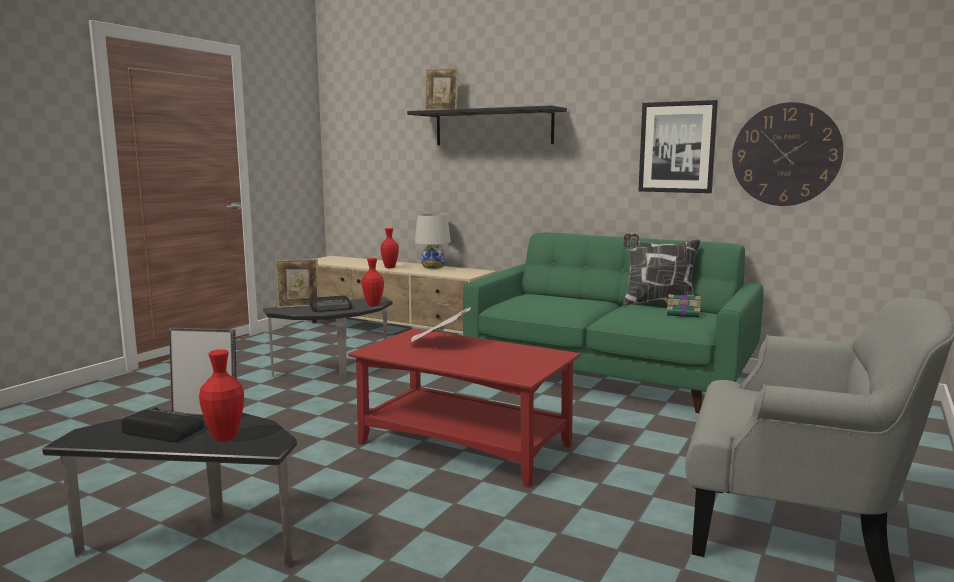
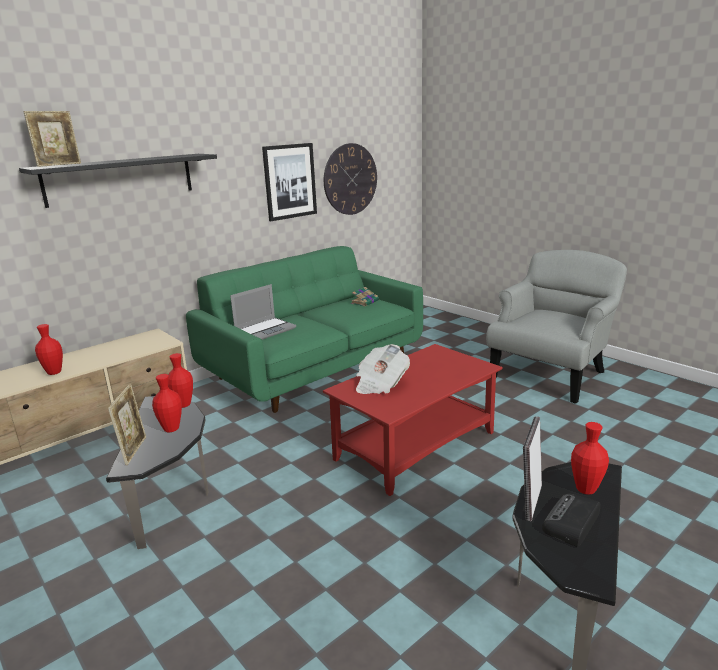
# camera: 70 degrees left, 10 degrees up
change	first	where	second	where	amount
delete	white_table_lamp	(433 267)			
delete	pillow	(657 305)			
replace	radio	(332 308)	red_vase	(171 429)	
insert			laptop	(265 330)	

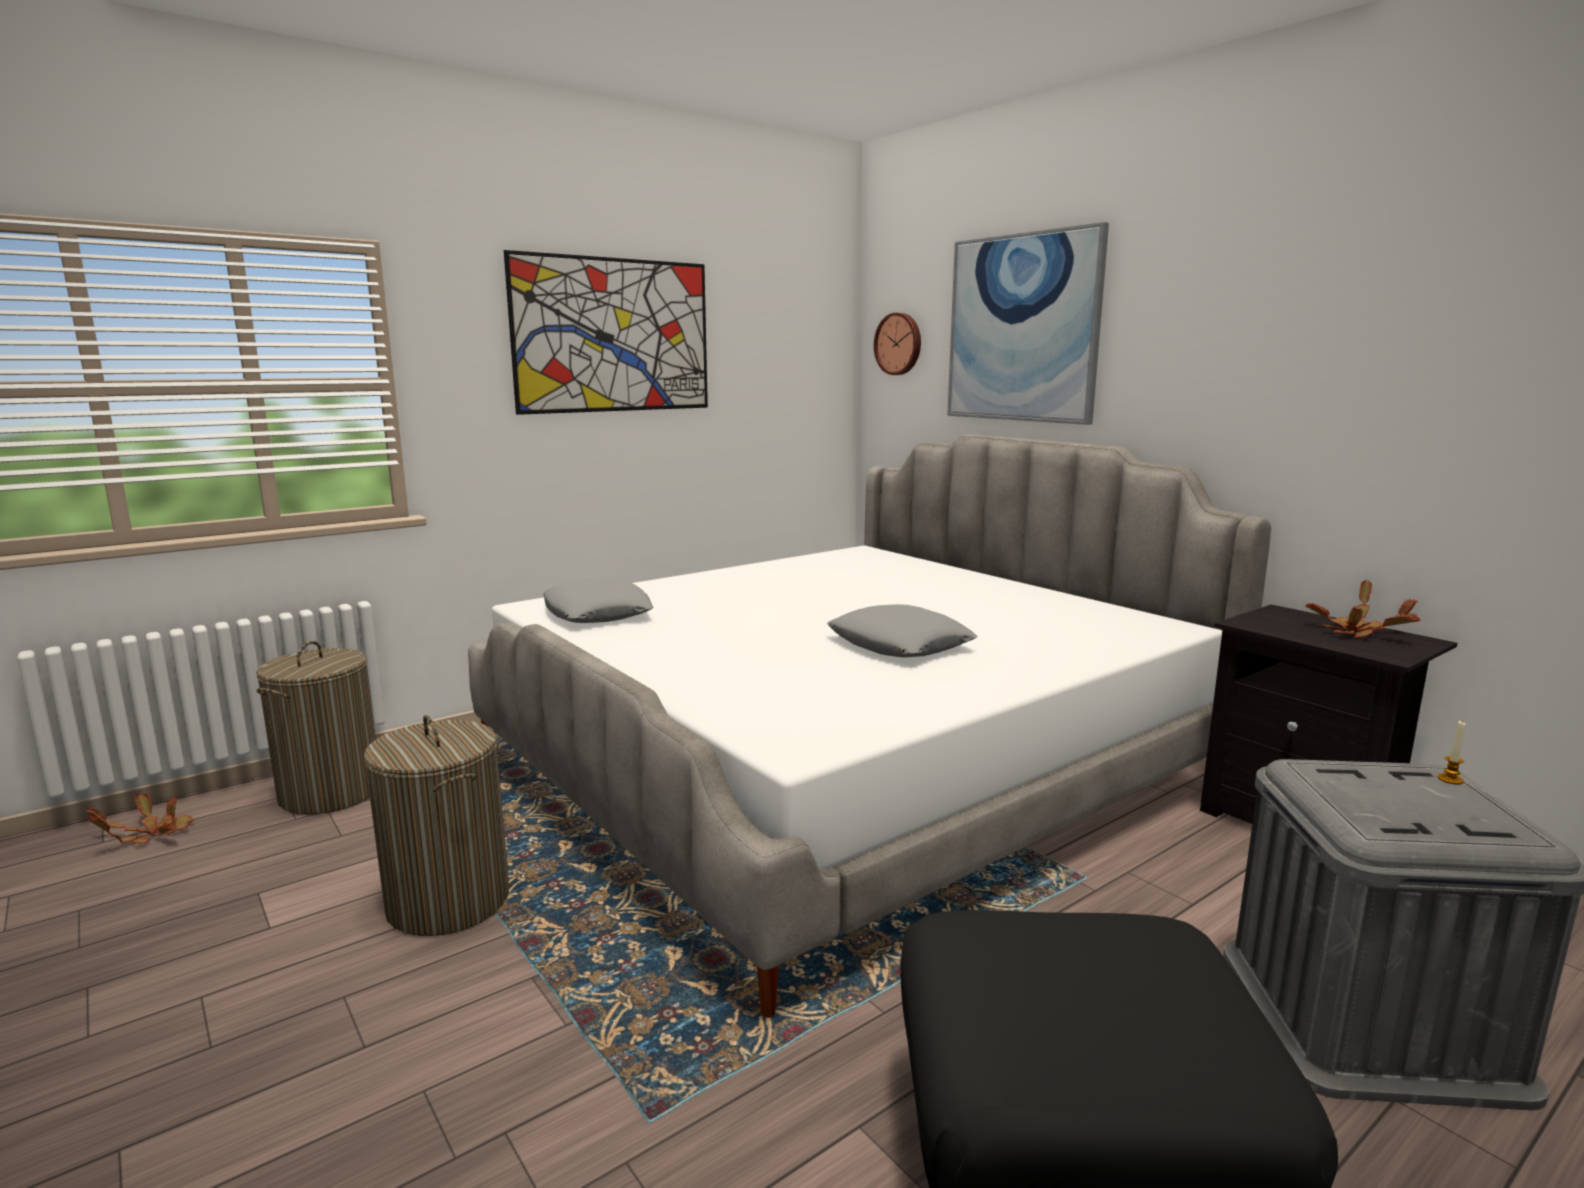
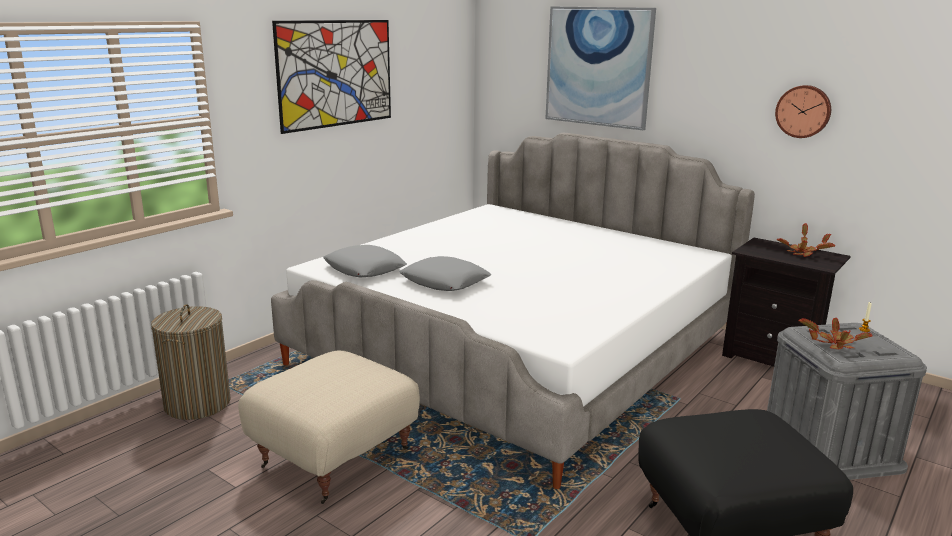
# camera: 15 degrees left, 5 degrees up
change	first	where	second	where	amount
move	wall_clock	(899 344)		(803 111)	
move	grey_pillow	(900 644)		(445 281)	
replace	laundry_basket	(449 902)	beige_ottoman	(336 458)	
move	potted_plant	(150 835)		(833 344)	

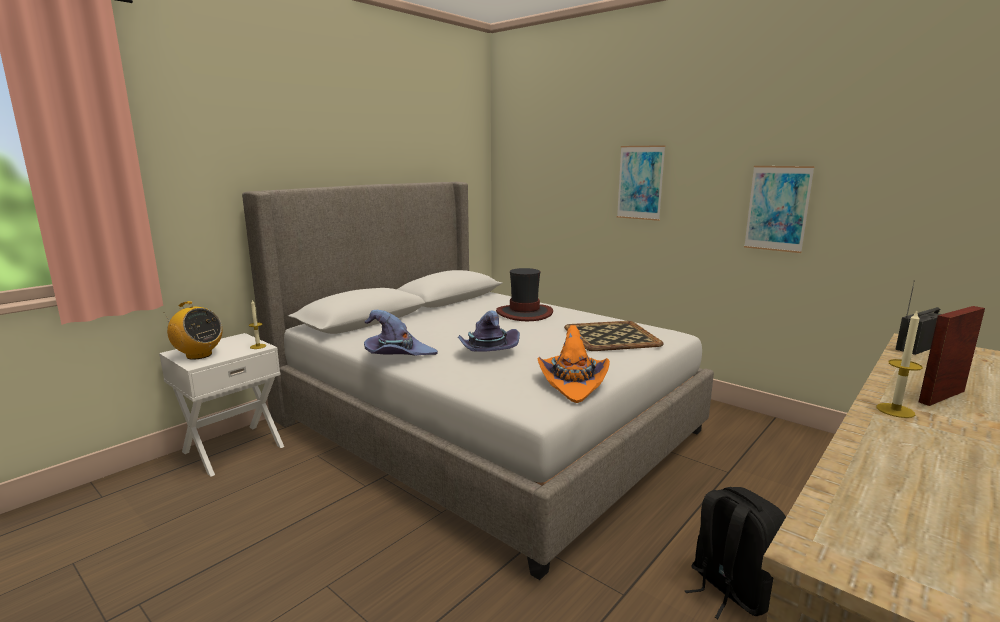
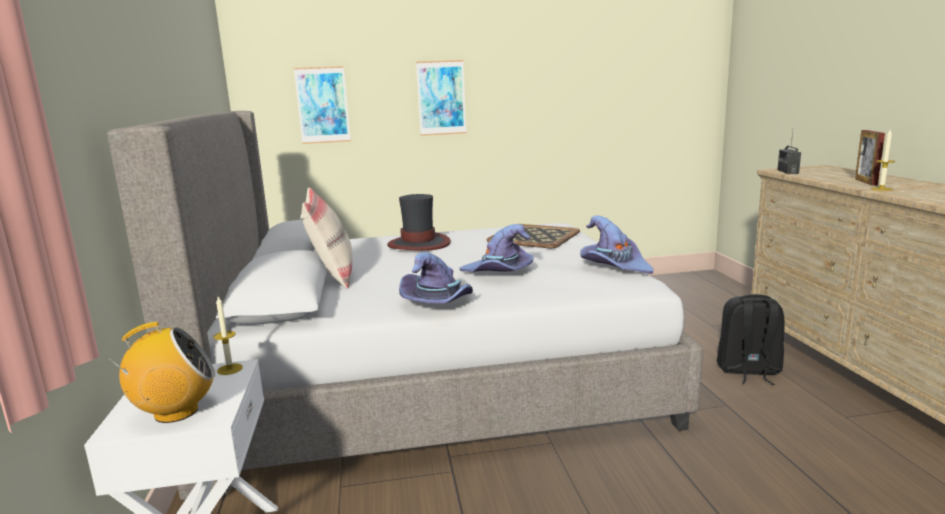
# camera: 50 degrees left, 0 degrees up
change	first	where	second	where	amount
move	picture	(777 208)		(322 105)	
recolor	orange_hat	(573 383)	purple_hat	(614 266)	
insert			beige_pillow	(332 276)	

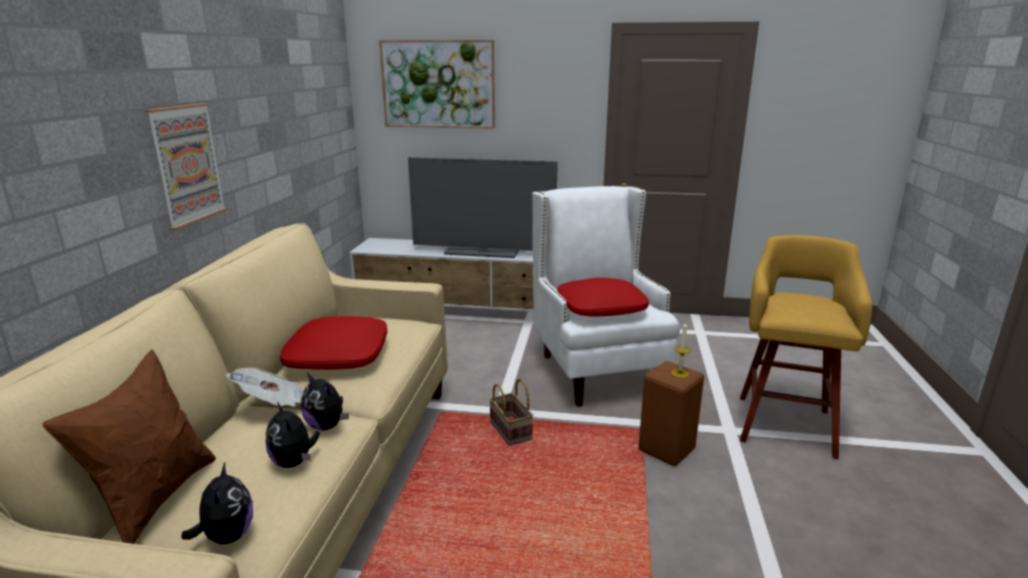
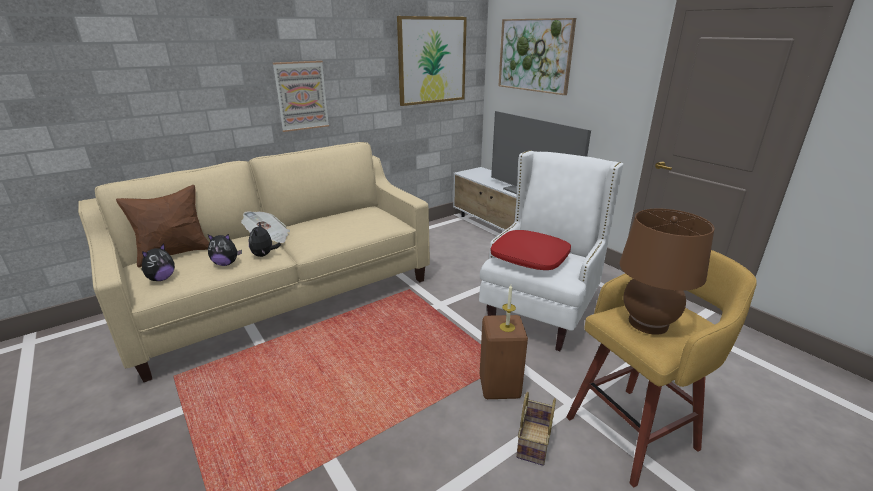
# camera: 45 degrees right, 5 degrees up
change	first	where	second	where	amount
delete	red_pillow	(337 355)			
move	basket	(512 431)		(534 443)	
rotate	plush_toy	(294 462)		(226 263)	105 degrees counterclockwise
insert			picture	(432 60)	
insert			brown_table_lamp	(648 323)	

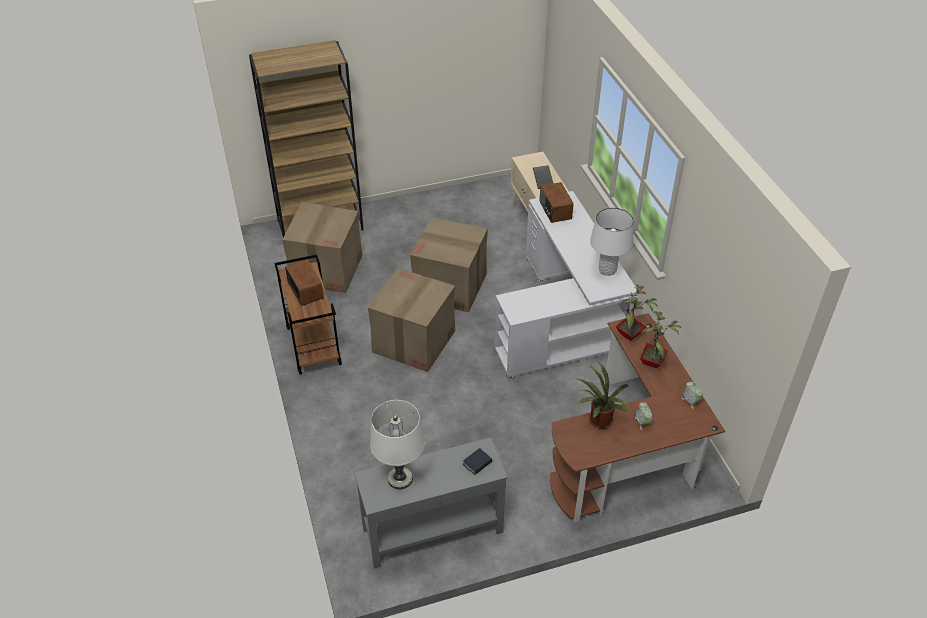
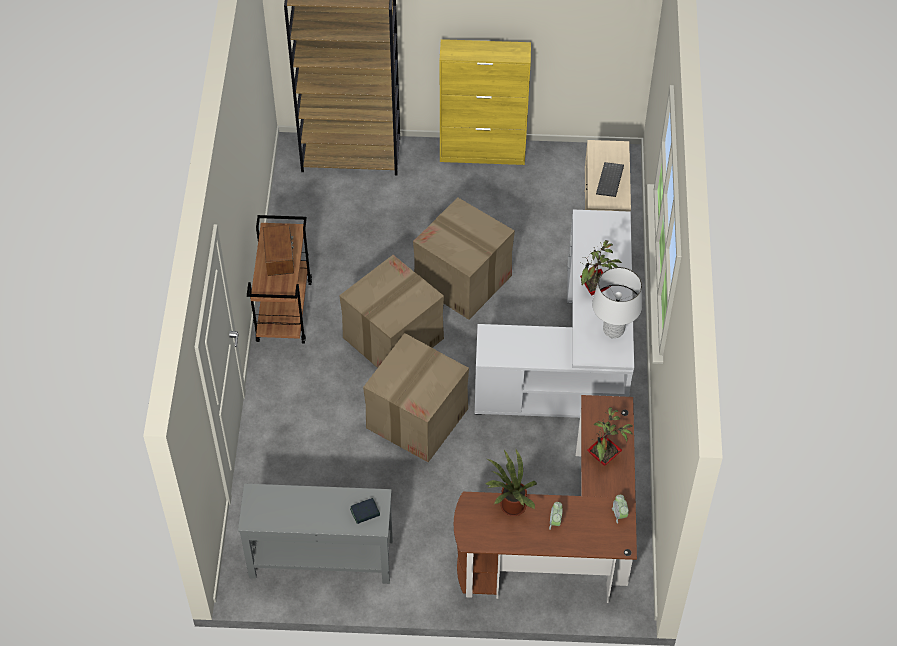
# camera: 20 degrees right, 10 degrees up
change	first	where	second	where	amount
delete	radio	(554 210)			
move	cardboard_box	(327 269)		(417 417)	
move	potted_plant	(630 335)		(595 289)	
delete	white_table_lamp	(400 479)			
insert			yellow_cabinet	(483 153)	

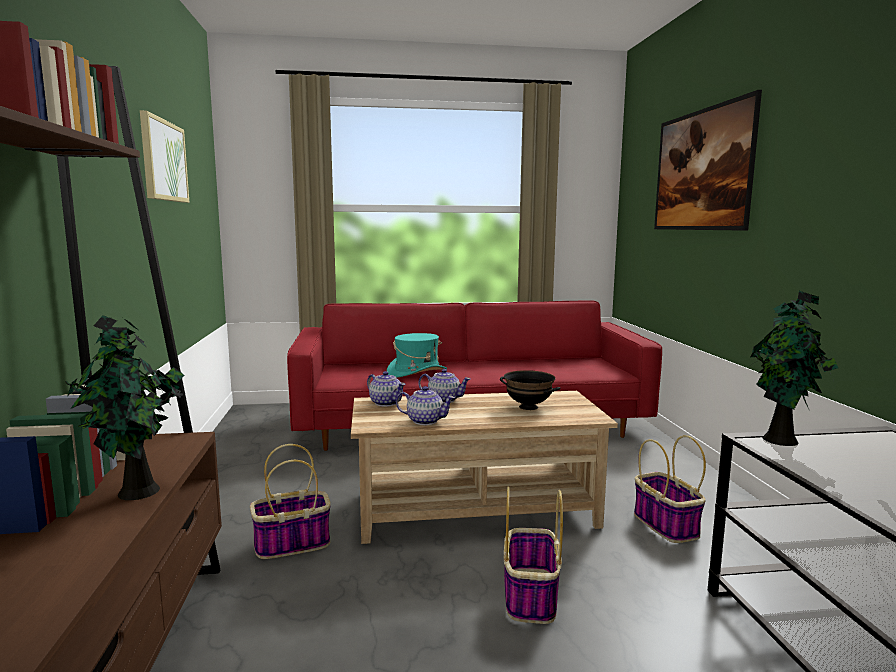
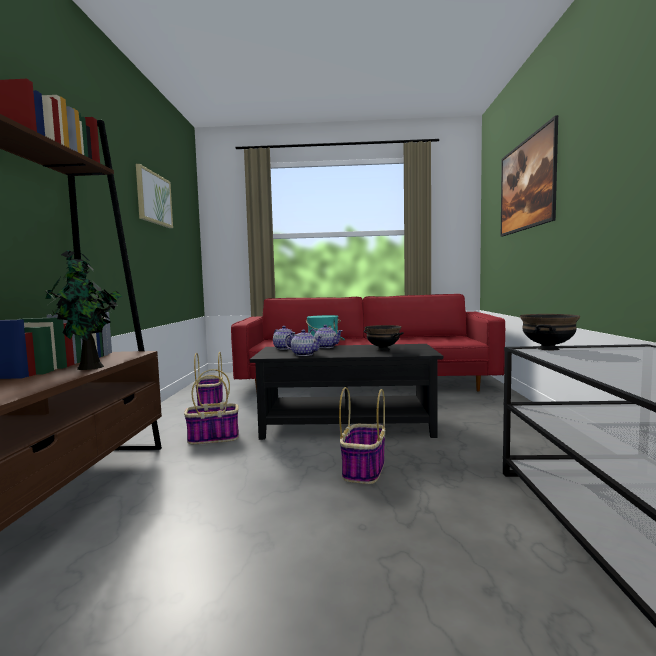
# camera: 10 degrees right, 5 degrees down
change	first	where	second	where	amount
replace	potted_plant	(782 441)	black_bowl	(548 349)	
recolor	beige_coffee_table	(476 509)	black_coffee_table	(347 425)	
move	basket	(664 524)		(210 402)	

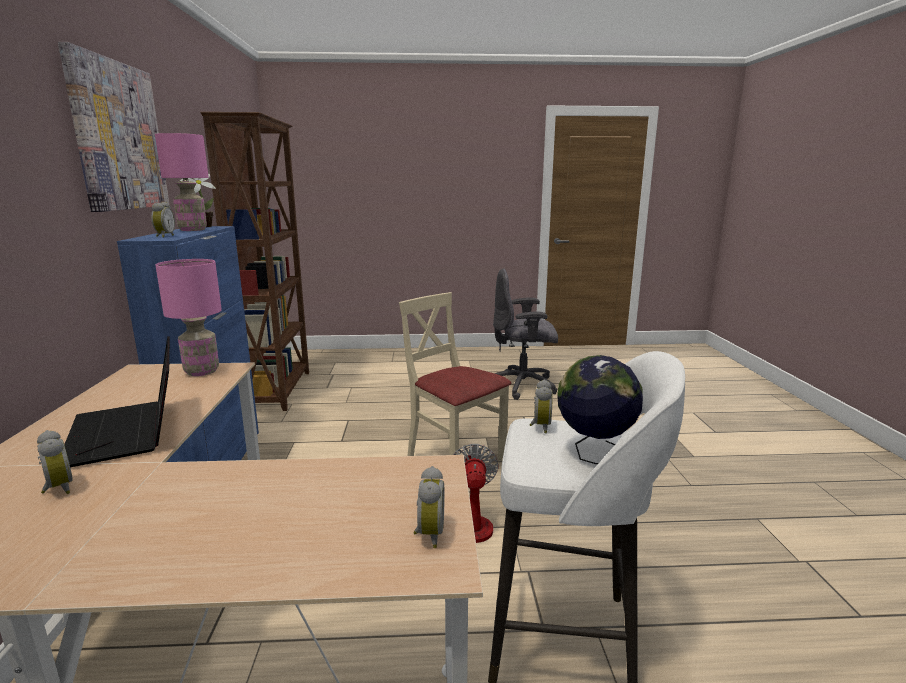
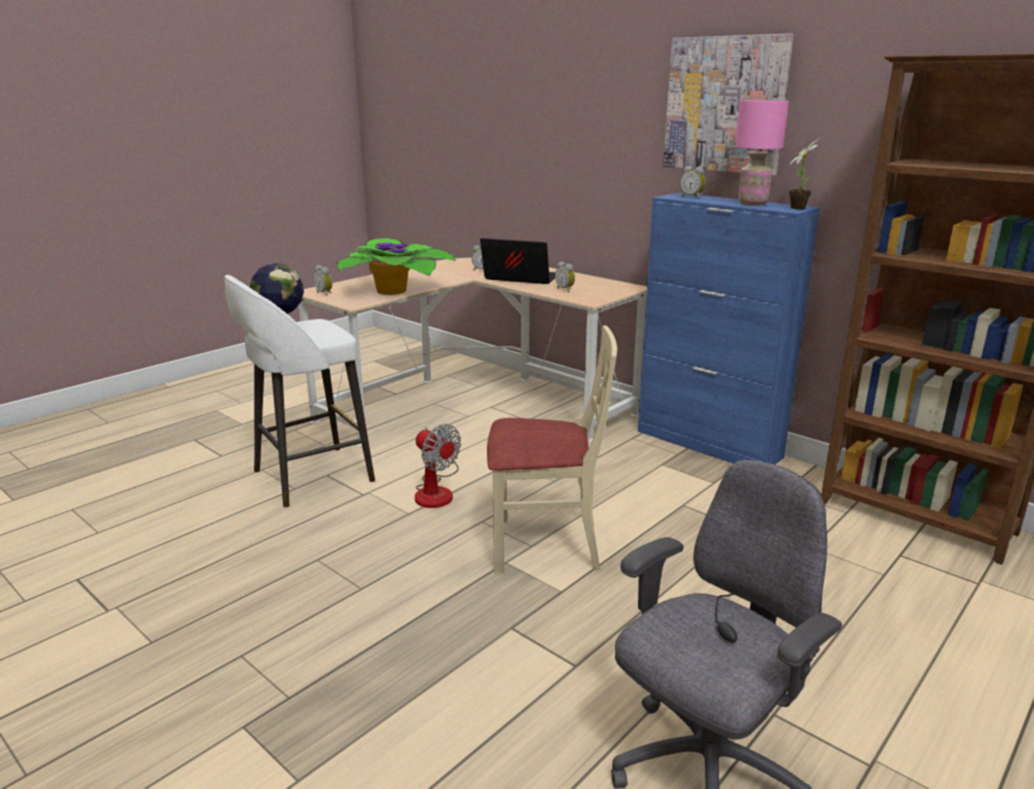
# camera: 135 degrees right, 5 degrees up
change	first	where	second	where	amount
delete	pink_table_lamp	(202 371)			
move	alarm_clock	(539 426)		(565 290)	
insert			potted_plant	(395 291)	

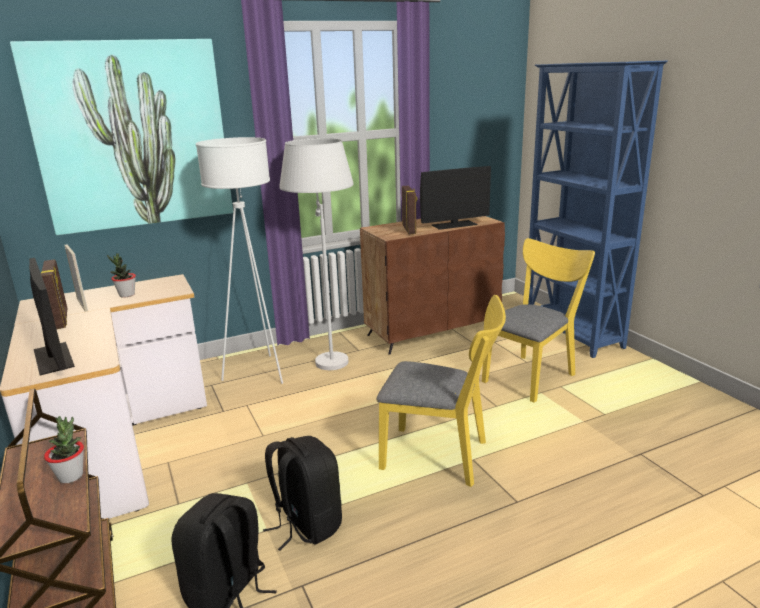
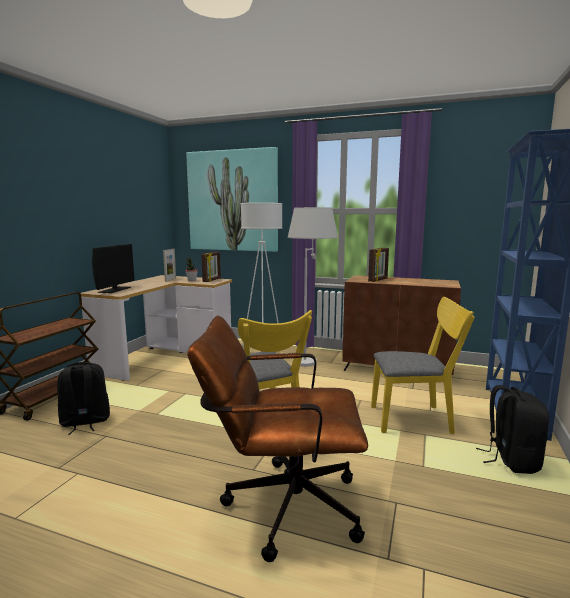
# camera: 45 degrees right, 10 degrees down
change	first	where	second	where	amount
delete	monitor	(454 225)			
move	picture_frame	(62 319)		(212 280)	
delete	potted_plant	(71 476)			
move	black_backpack	(306 524)		(511 460)	
insert			brown_office_chair	(281 505)	

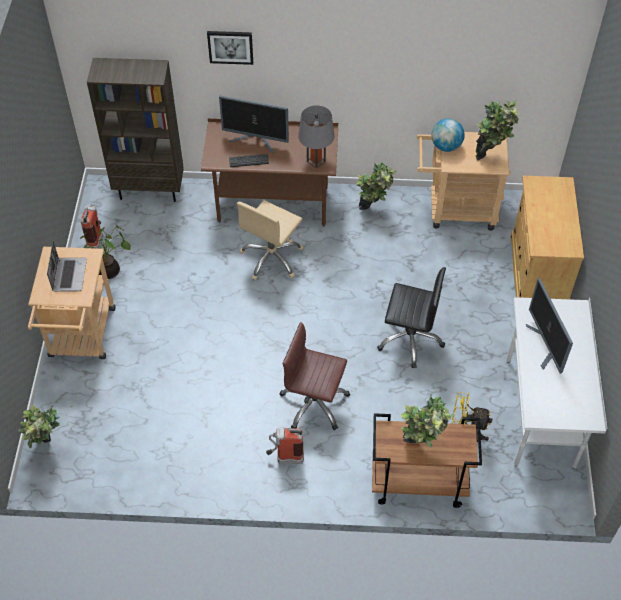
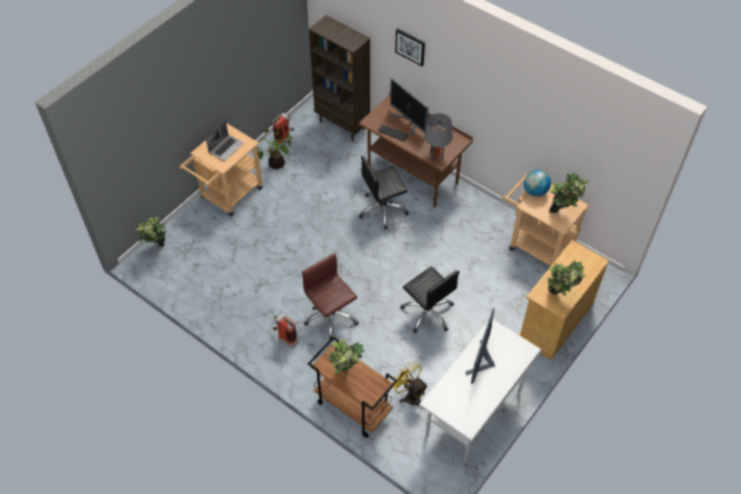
# camera: 35 degrees right, 0 degrees up
change	first	where	second	where	amount
move	potted_plant	(374 211)		(559 299)	
recolor	beige_office_chair	(272 258)	black_office_chair	(382 210)	

